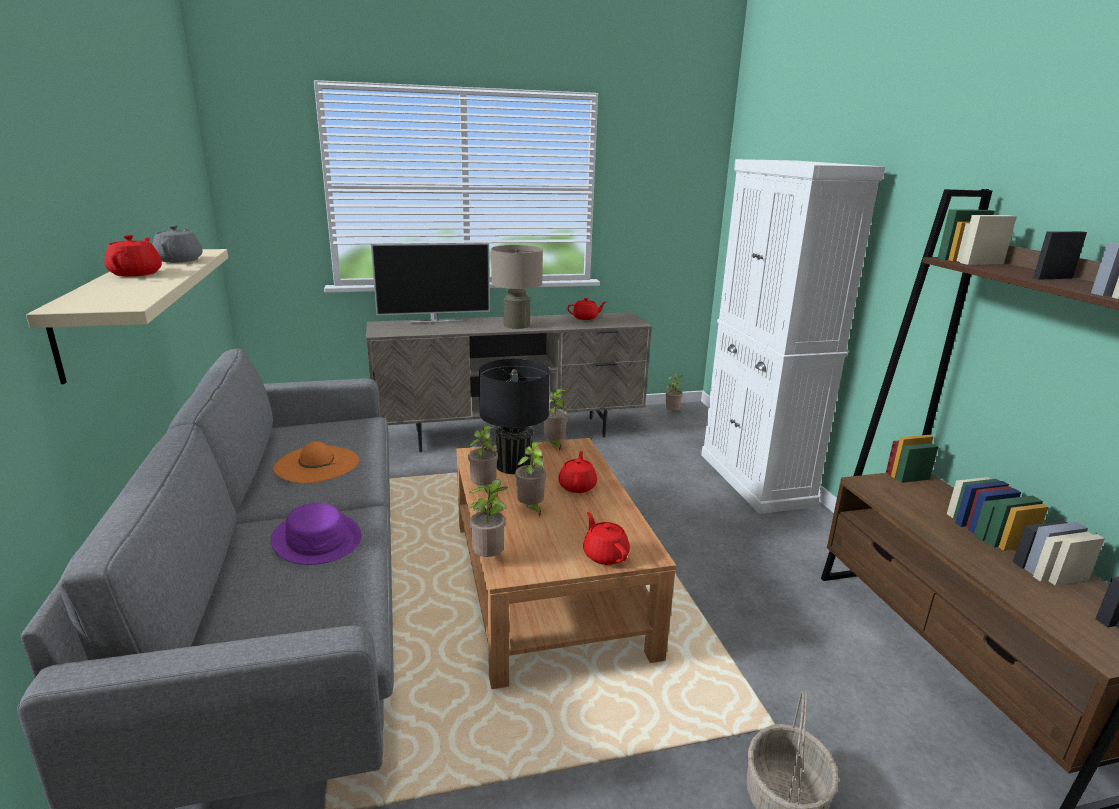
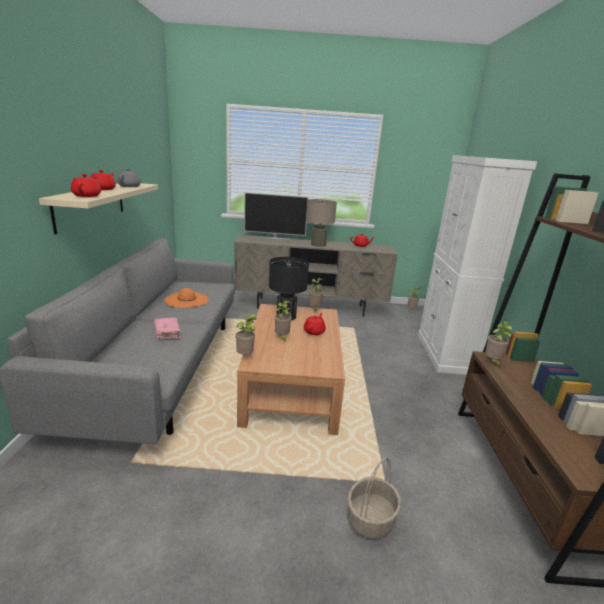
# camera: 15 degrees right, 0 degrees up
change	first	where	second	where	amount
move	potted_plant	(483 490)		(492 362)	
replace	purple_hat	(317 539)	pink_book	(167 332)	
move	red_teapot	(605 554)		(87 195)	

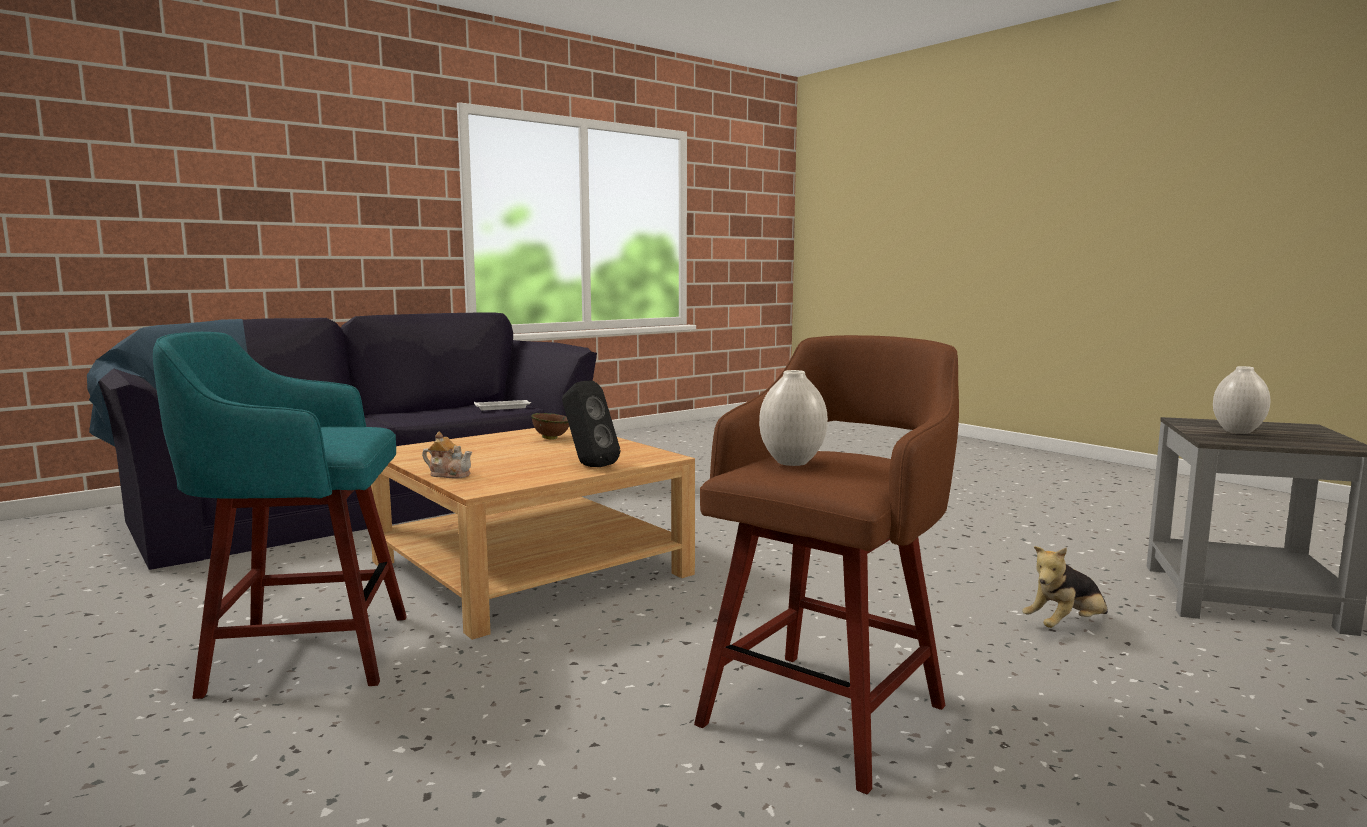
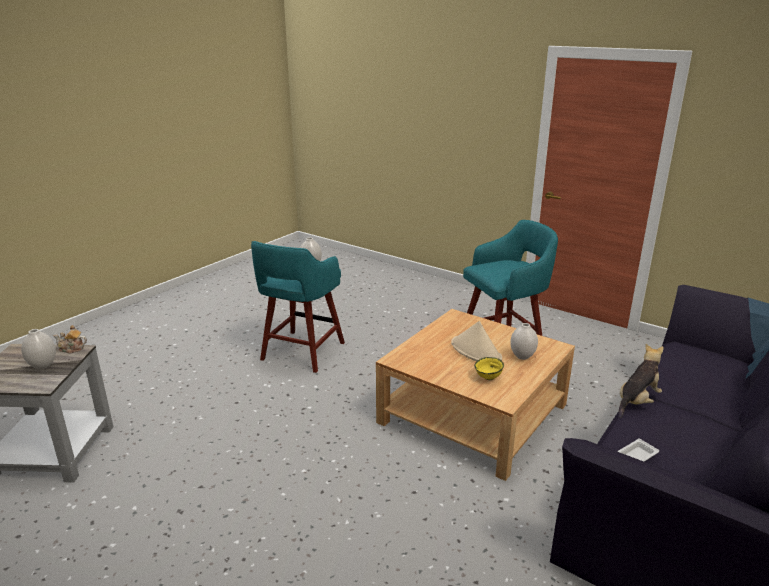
# camera: 165 degrees right, 15 degrees up
change	first	where	second	where	amount
recolor	brown_stool	(827 712)	turquoise_stool	(301 352)	
delete	black_speaker	(588 466)			
recolor	brown_bowl	(551 438)	yellow_bowl	(488 378)	
move	teapot	(449 474)		(72 349)	
move	plush_toy	(1066 626)		(637 401)	
insert			beige_hat	(476 351)	
insert			white_vase	(522 356)	

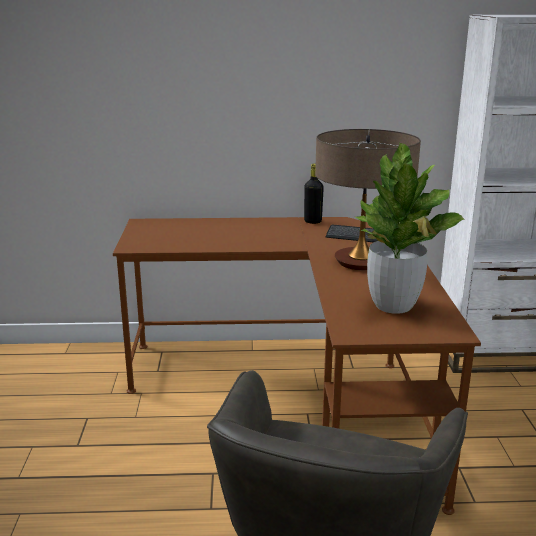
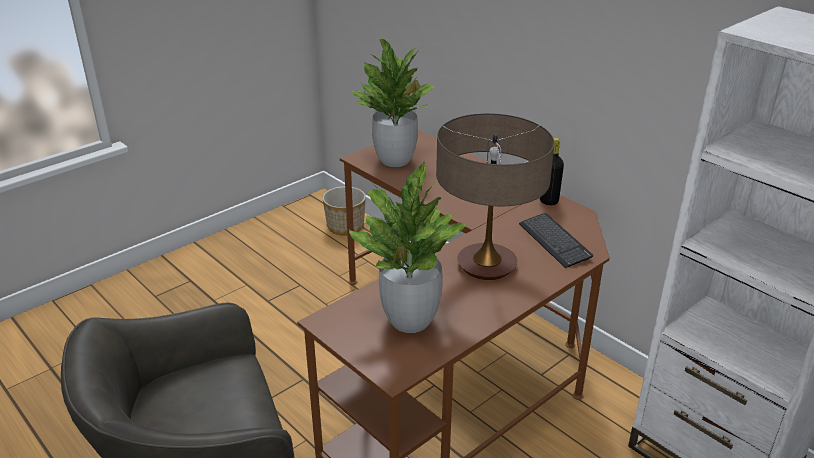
# camera: 50 degrees right, 10 degrees up
change	first	where	second	where	amount
insert			potted_plant	(395 160)	
insert			planter	(345 226)	

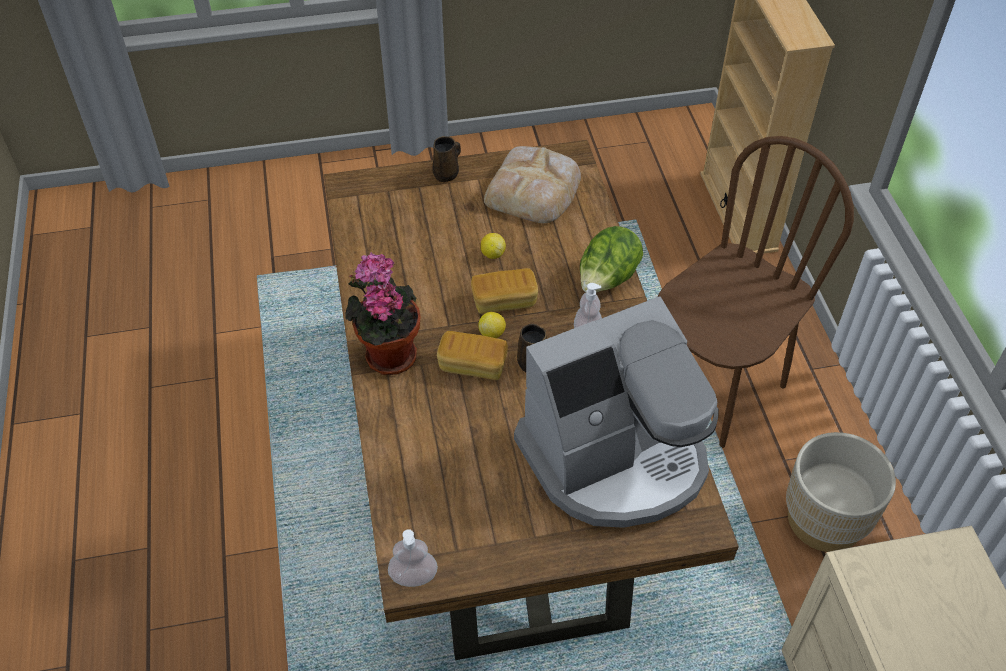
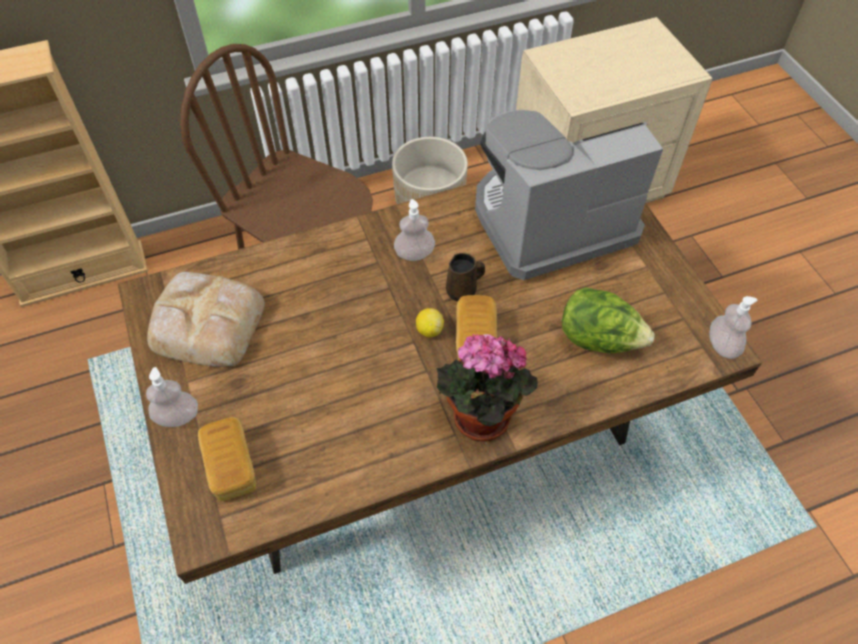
# camera: 100 degrees left, 5 degrees up
change	first	where	second	where	amount
replace	brown_mug	(447 174)	soap_dispenser	(178 417)	
move	lettuce	(607 280)		(599 339)	
delete	lemon	(492 254)			
move	bread	(504 301)		(231 467)	
rotate	coffee_machine	(615 458)		(549 221)	75 degrees counterclockwise

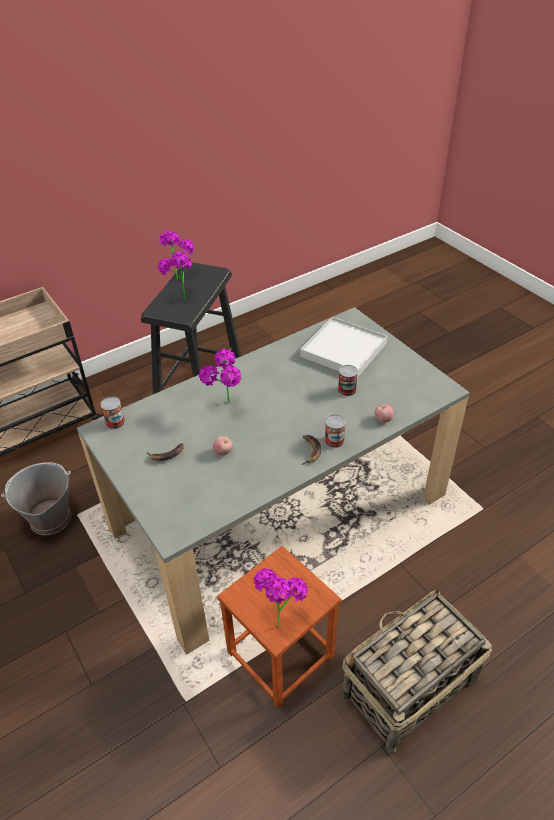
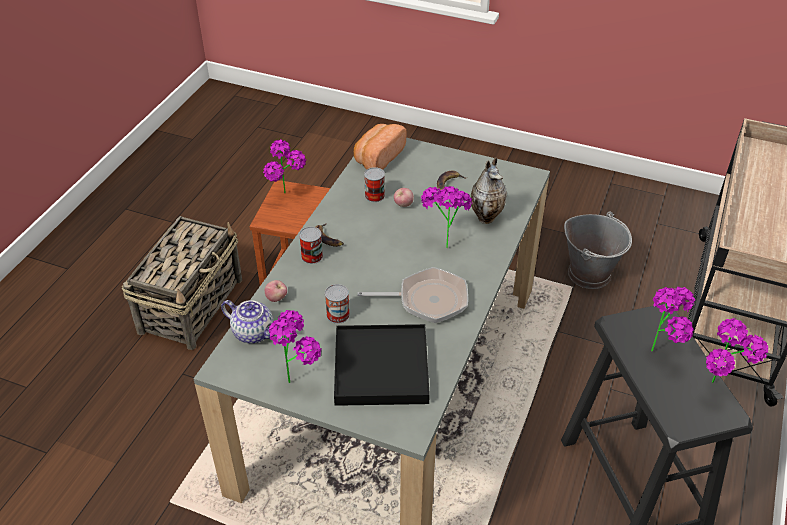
# camera: 145 degrees right, 0 degrees up
change	first	where	second	where	amount
recolor	white_tray	(343 350)	black_tray	(381 368)	
move	can	(115 422)		(374 195)	
insert			bread	(378 157)	
insert			vase	(487 217)	
insert			frying_pan	(427 300)	
insert			teapot	(254 332)	
insert			potted_plant	(298 376)	

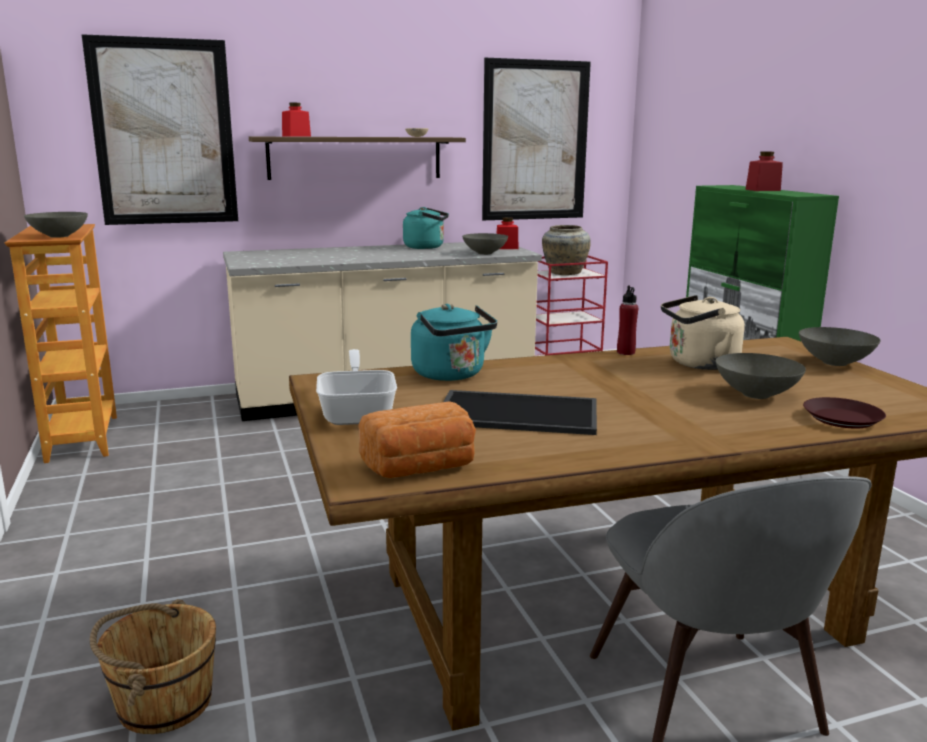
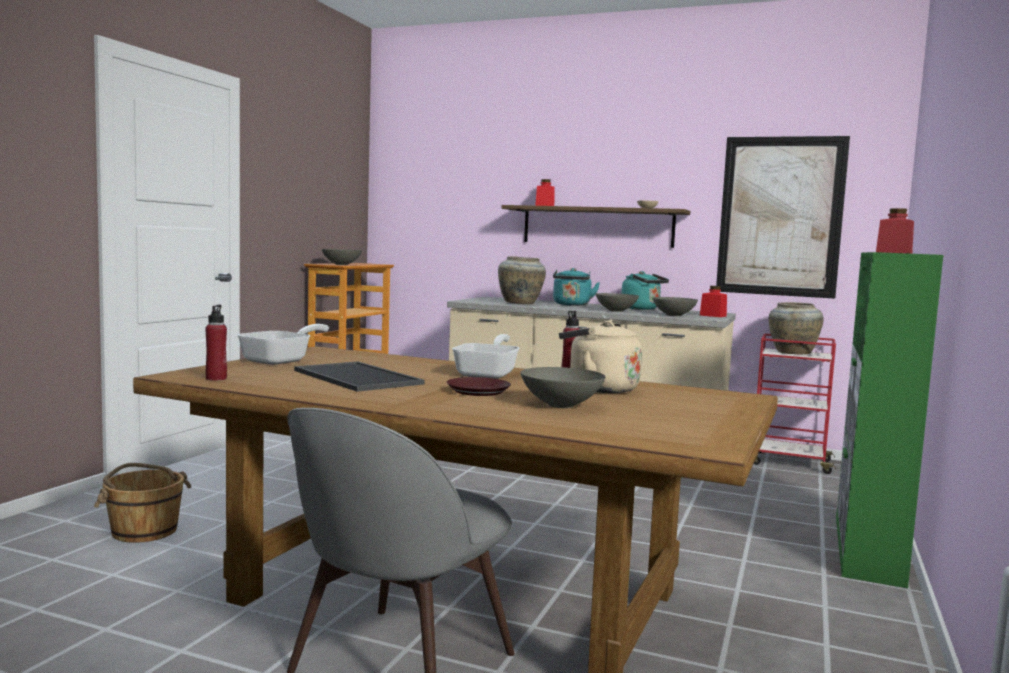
# camera: 40 degrees right, 10 degrees down
change	first	where	second	where	amount
delete	picture	(164 133)			
move	turquoise_kettle	(451 375)		(571 305)	
move	grey_bowl	(834 363)		(615 311)	
move	brown_plate	(841 419)		(478 391)	
replace	bread	(421 468)	red_bottle	(216 378)	
insert			beige_vase	(520 303)	
insert			frying_pan	(489 374)	

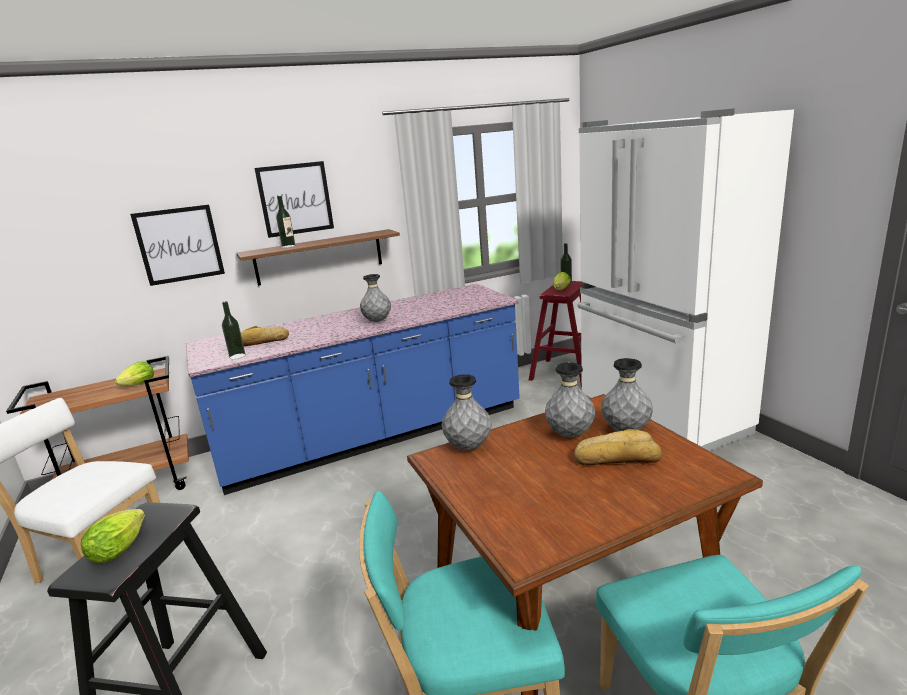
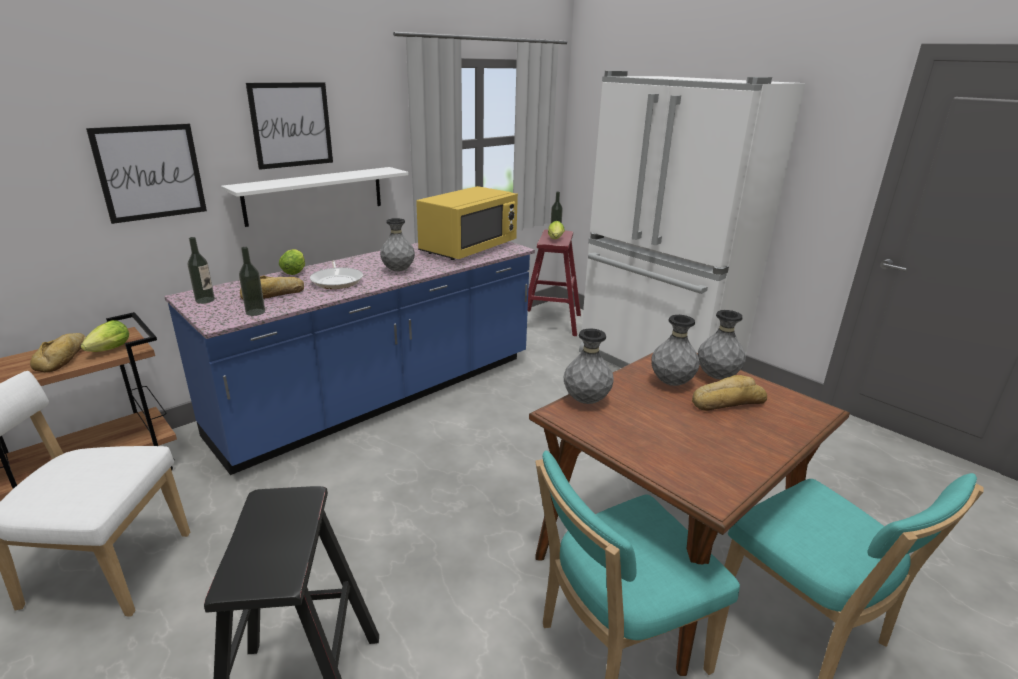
# camera: 20 degrees left, 5 degrees up
change	first	where	second	where	amount
move	bottle	(288 246)		(205 300)	
recolor	brown_shelf	(319 257)	white_shelf	(315 195)	
move	lettuce	(121 548)		(295 271)	
insert			yellow_microwave	(468 249)	
insert			frying_pan	(337 281)	
insert			bread	(65 357)	

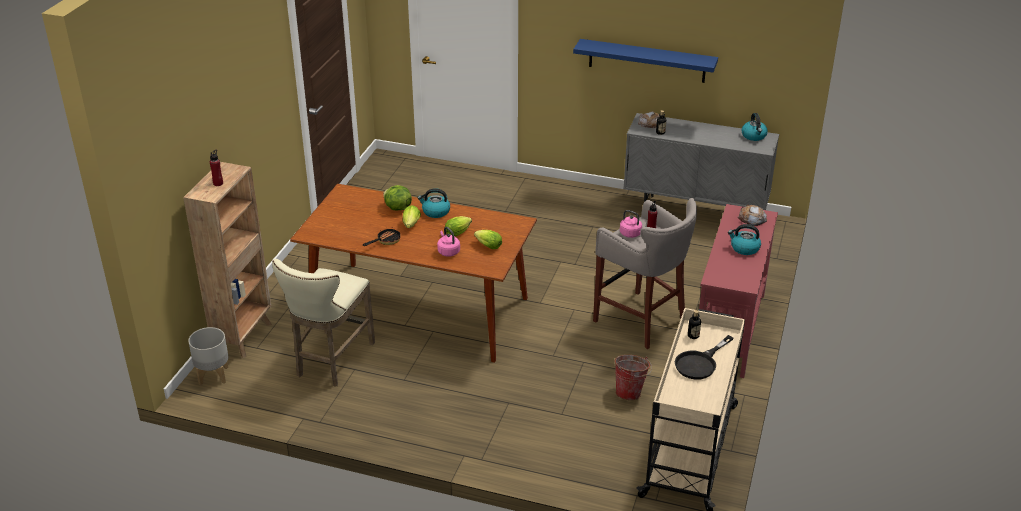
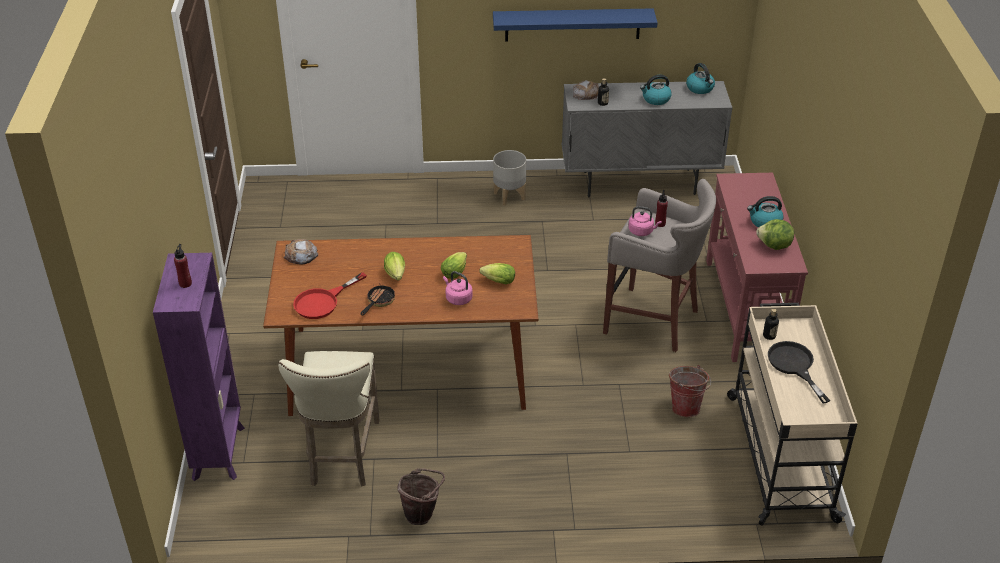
# camera: 20 degrees left, 5 degrees up
change	first	where	second	where	amount
recolor	brown_bookcase	(244 336)	purple_bookcase	(219 451)	
move	lettuce	(397 208)		(774 246)	
move	kettle	(435 212)		(655 99)	
move	bread	(752 218)		(301 255)	
move	grey_planter	(214 375)		(509 196)	
rotate	black_frying_pan	(700 363)		(794 366)	135 degrees clockwise
insert			red_frying_pan	(322 302)	
insert			brown_bucket	(422 514)	

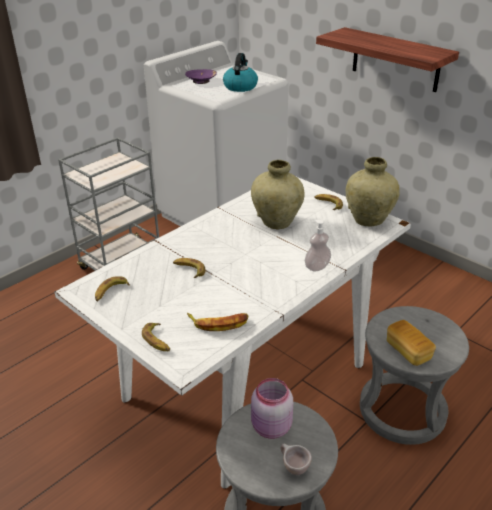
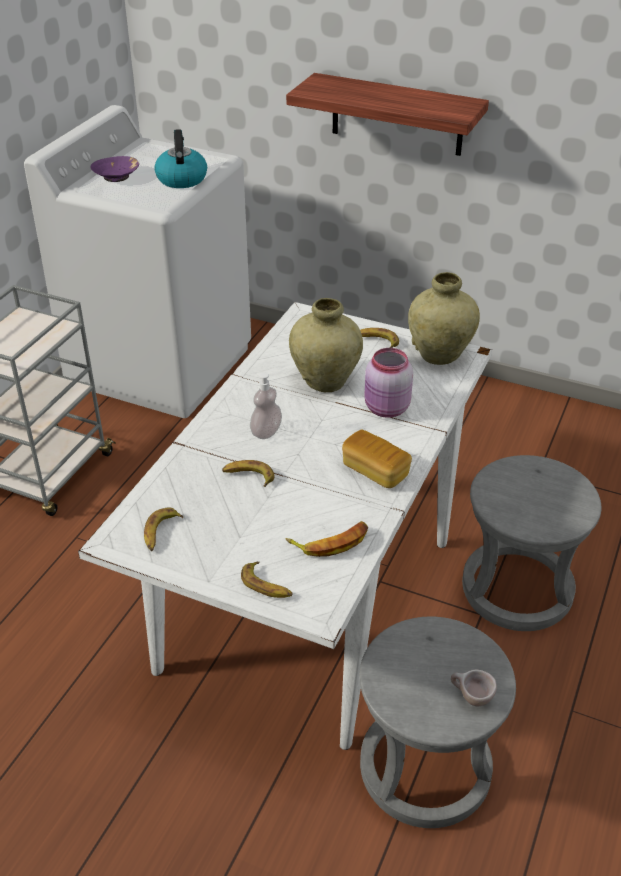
# camera: 20 degrees left, 5 degrees up
change	first	where	second	where	amount
move	soap_dispenser	(317 267)		(266 432)	
move	bread	(408 351)		(375 471)	
move	pink_jar	(270 428)		(386 409)	

